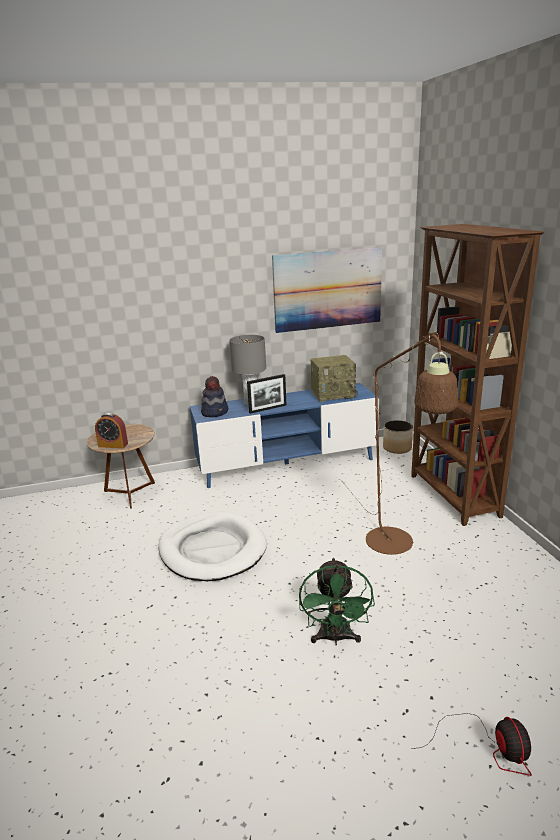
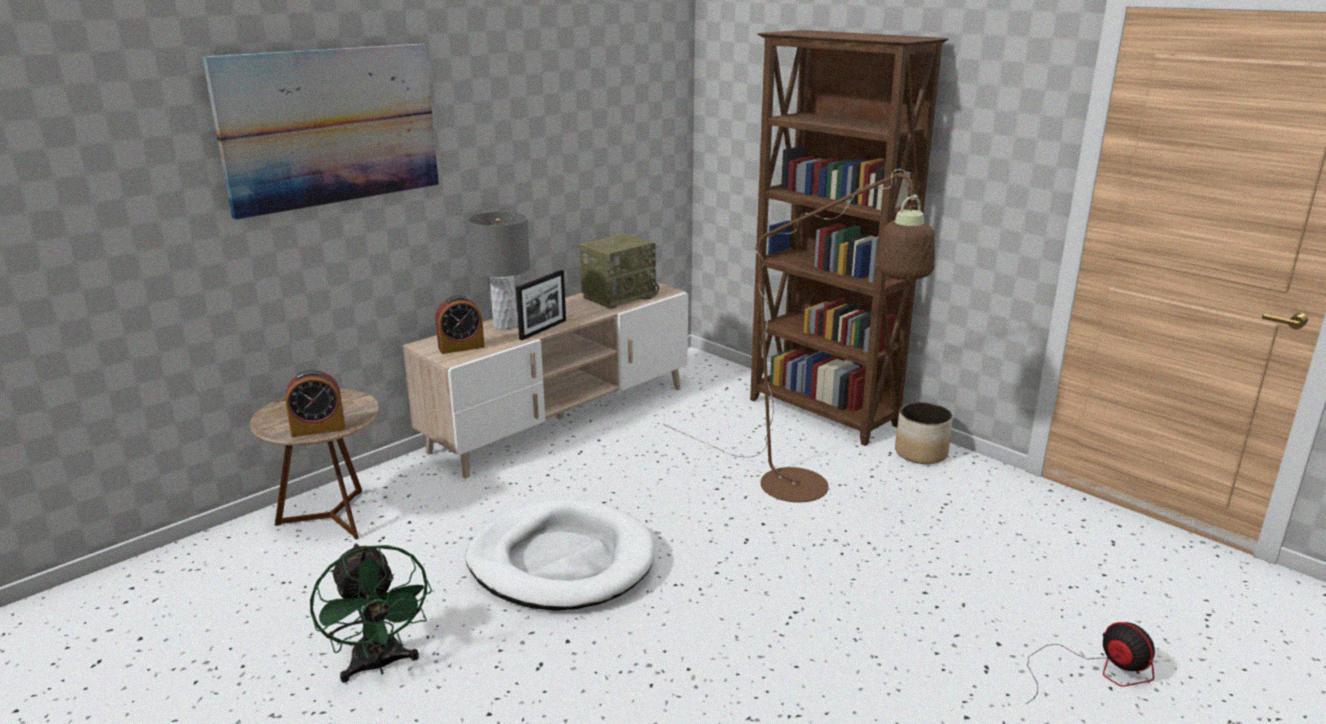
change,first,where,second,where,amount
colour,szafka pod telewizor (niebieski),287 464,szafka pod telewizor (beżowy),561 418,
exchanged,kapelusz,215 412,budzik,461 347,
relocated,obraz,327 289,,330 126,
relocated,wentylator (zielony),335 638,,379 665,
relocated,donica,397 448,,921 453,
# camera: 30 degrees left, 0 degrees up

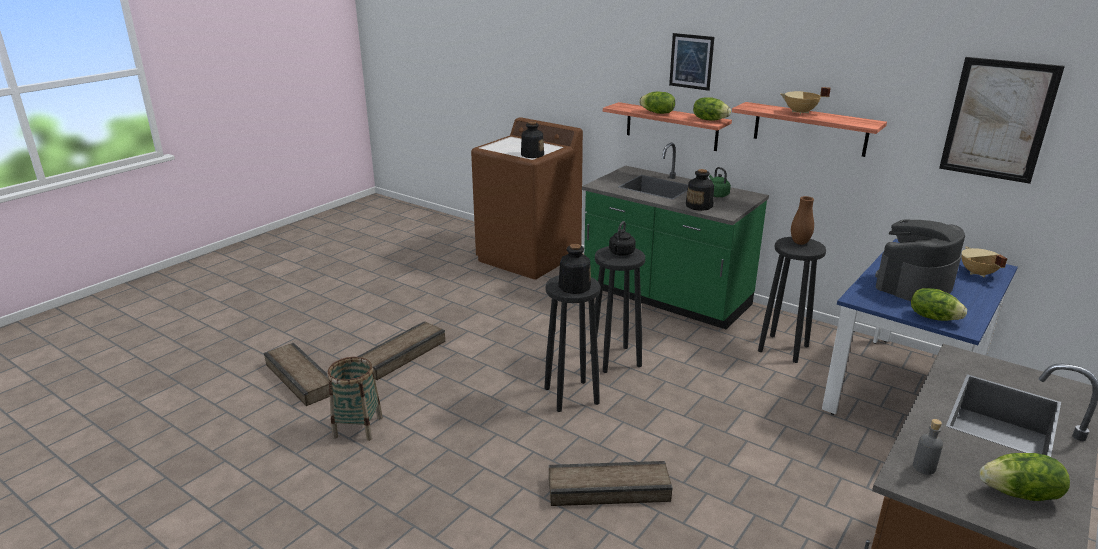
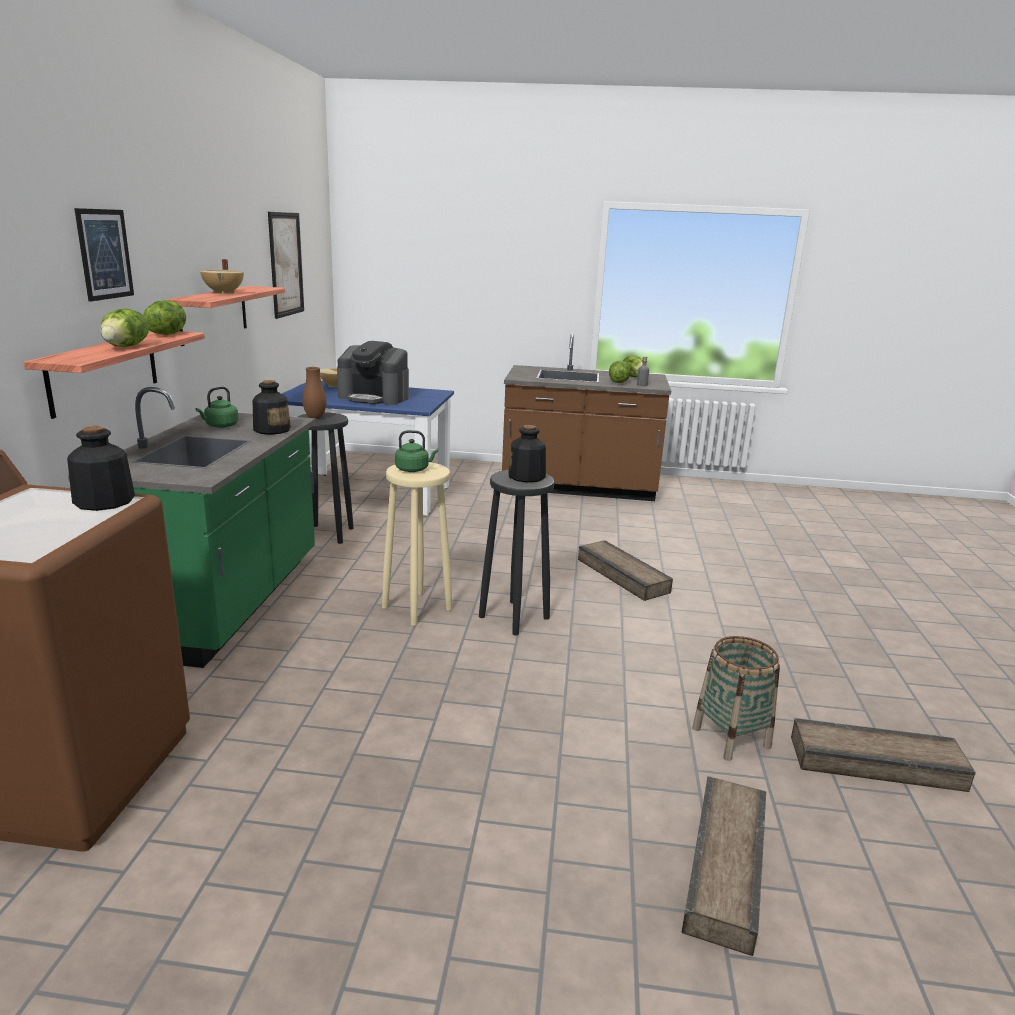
change,first,where,second,where,amount
relocated,skrzynka,401 354,,877 764,
colour,stołek (czarny),615 359,stołek (beżowy),418 607,
colour,czajnik (czarny),621 253,czajnik (zielony),414 469,
relocated,sałata,933 317,,618 382,
# camera: 120 degrees left, 5 degrees down

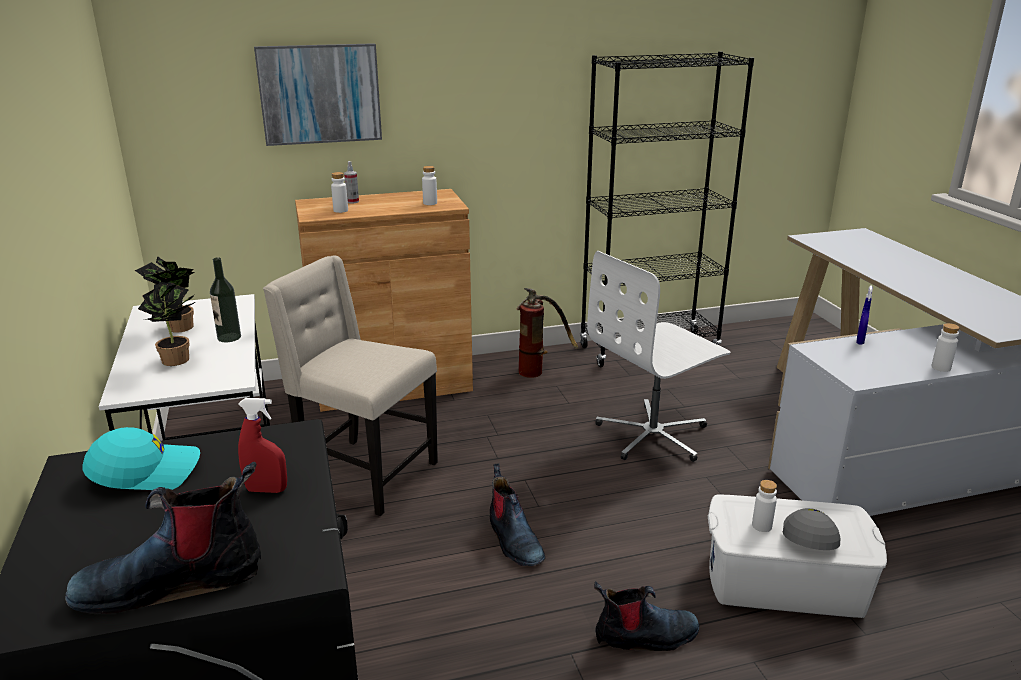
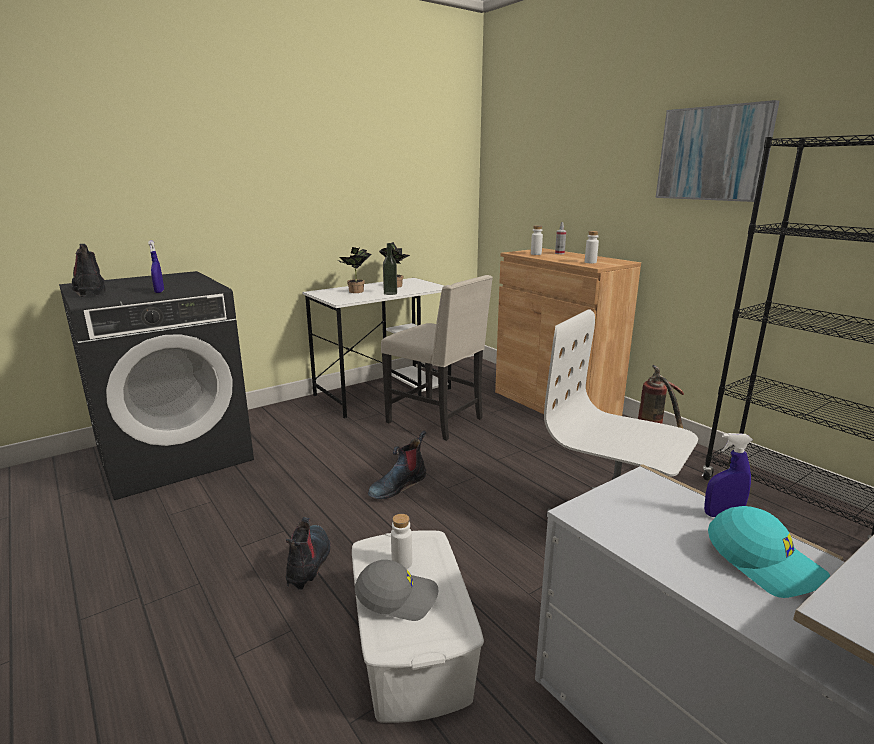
change,first,where,second,where,amount
relocated,czapka z daszkiem (turkusowy),146 472,,764 562,
colour,spryskiwacz (czerwony),266 490,spryskiwacz (niebieski),159 291,
relocated,obraz,320 94,,713 154,
spun,krzesło (beżowy),364 474,,437 420,120 degrees clockwise
spun,but z cholewką,645 637,,309 562,150 degrees counterclockwise
missing,butelka (biały),941 367,,,
# camera: 70 degrees right, 5 degrees down

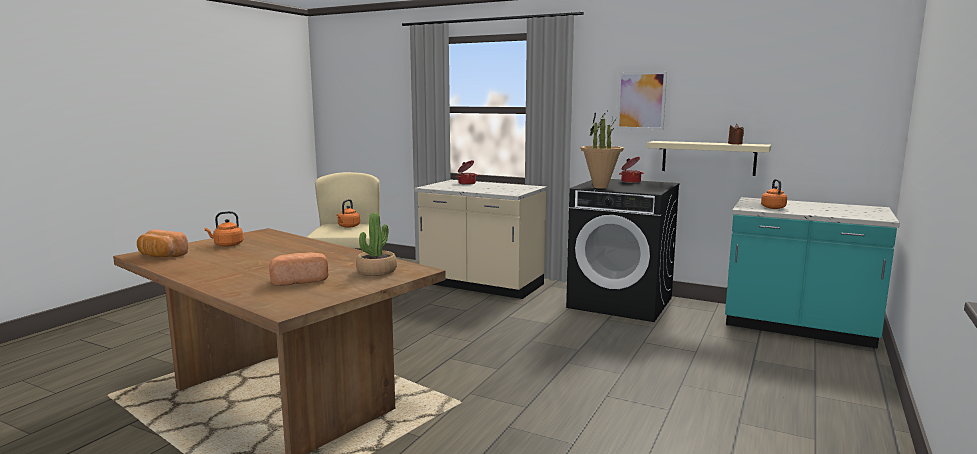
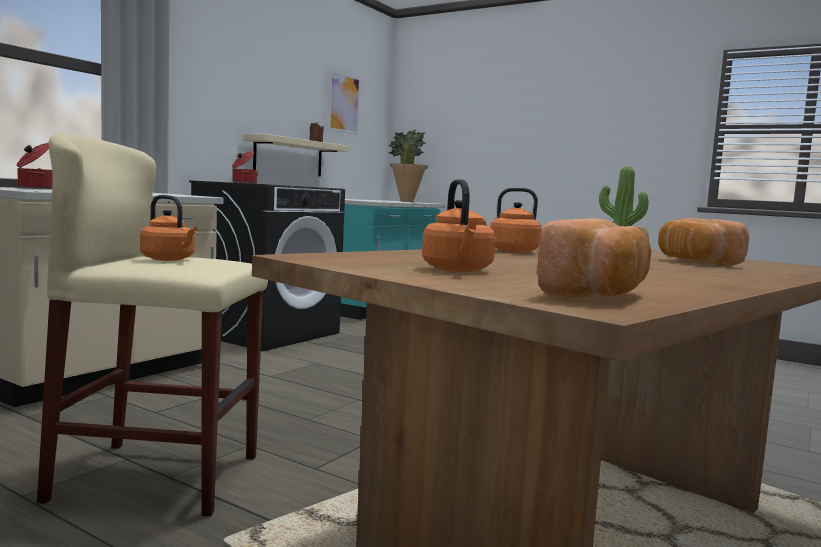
change,first,where,second,where,amount
relocated,roślina doniczkowa,600 187,,406 201,
relocated,obraz,641 100,,343 103,
relocated,czajnik (pomarańczowy),772 207,,510 251,
# camera: 85 degrees left, 5 degrees down

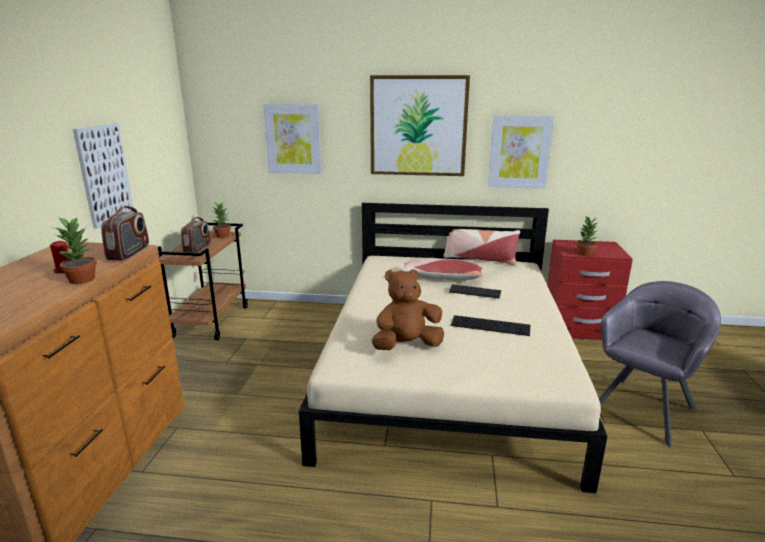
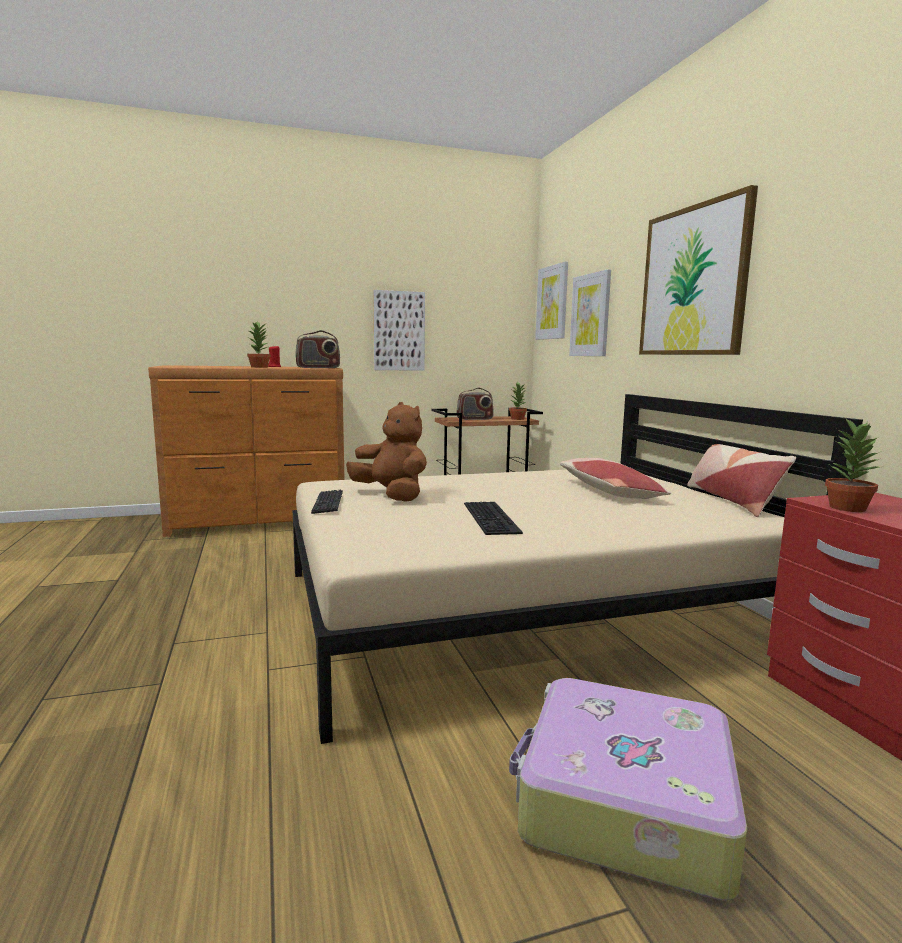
change,first,where,second,where,amount
relocated,klawiatura,474 292,,328 503,
relocated,obraz,519 152,,552 302,
exchanged,fotel (szary),643 409,walizka,623 802,
# camera: 65 degrees right, 10 degrees down

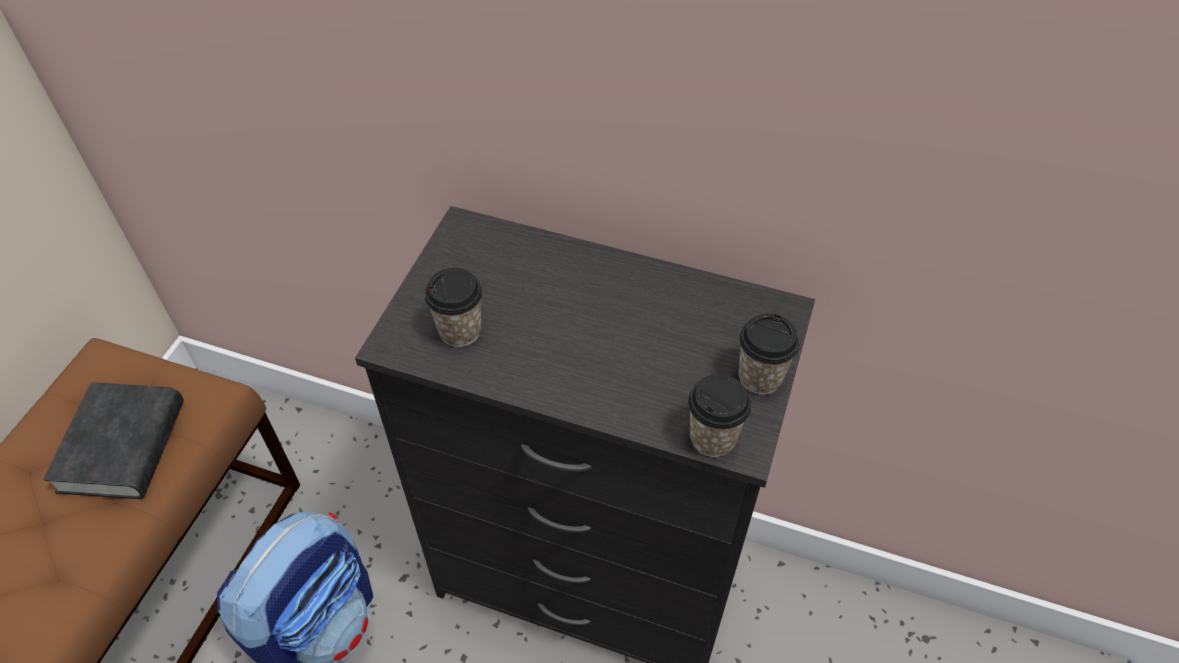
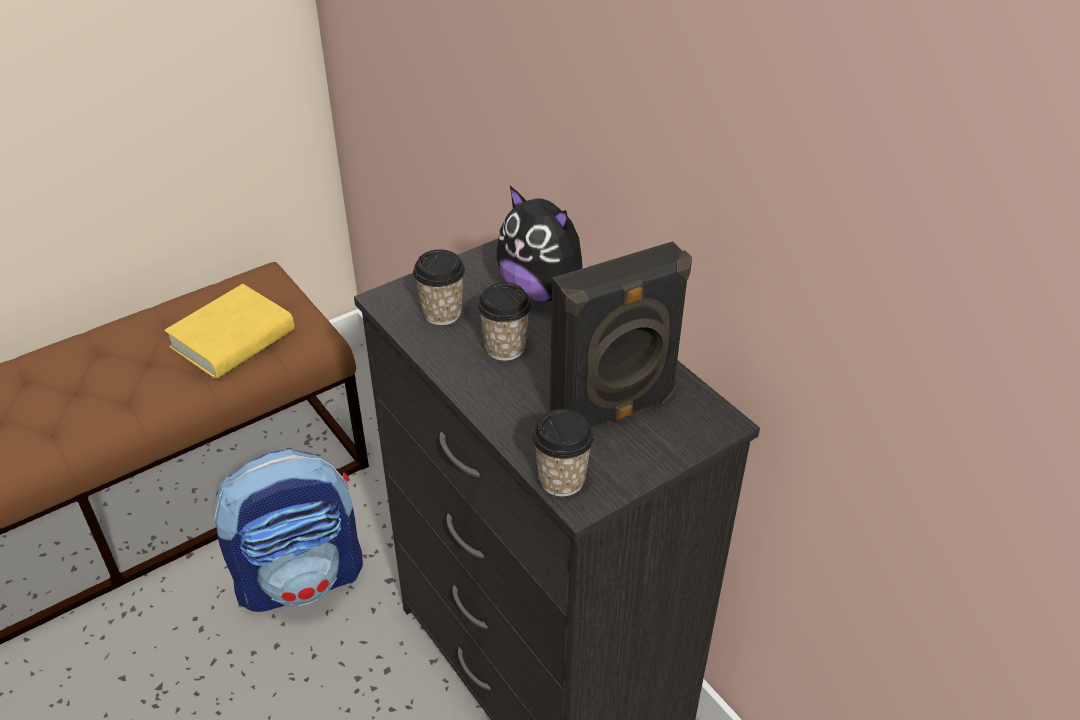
change,first,where,second,where,amount
colour,książka (czarny),123 446,książka (żółty),233 339,
relocated,filiżanka,760 377,,505 347,
appeared,,,pluszak,543 290,
appeared,,,głośnik (czarny),615 412,
# camera: 35 degrees right, 10 degrees down

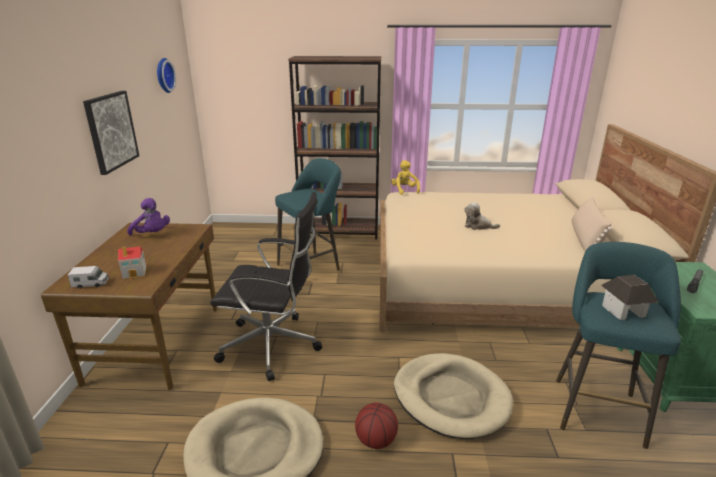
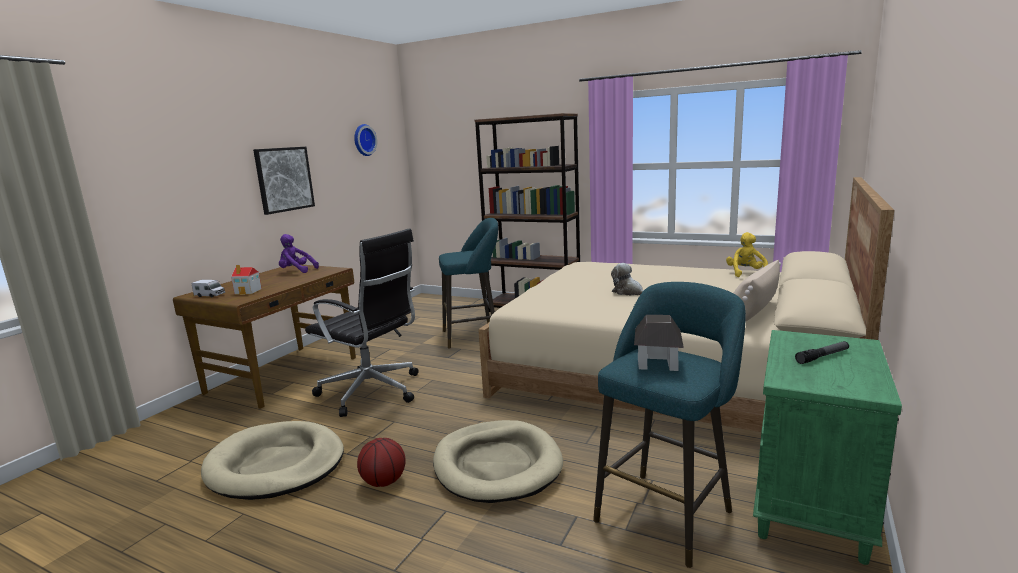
change,first,where,second,where,amount
spun,pluszak (fioletowy),152 234,,296 271,135 degrees clockwise
relocated,pluszak (żółty),404 190,,745 273,
# camera: 25 degrees right, 10 degrees down

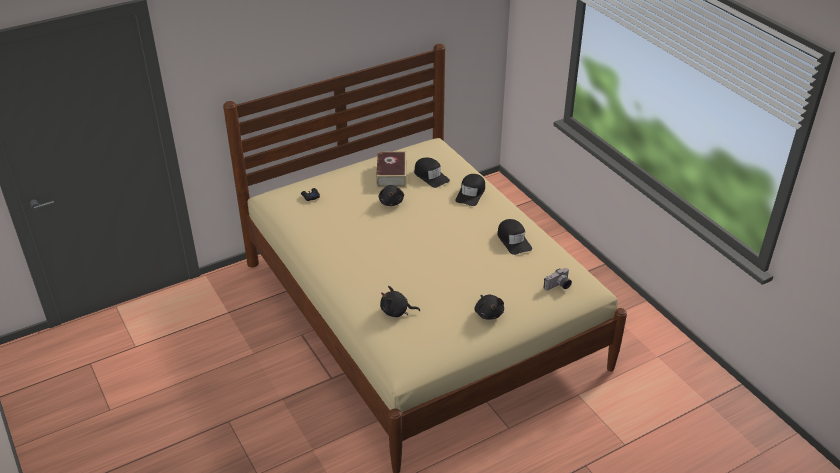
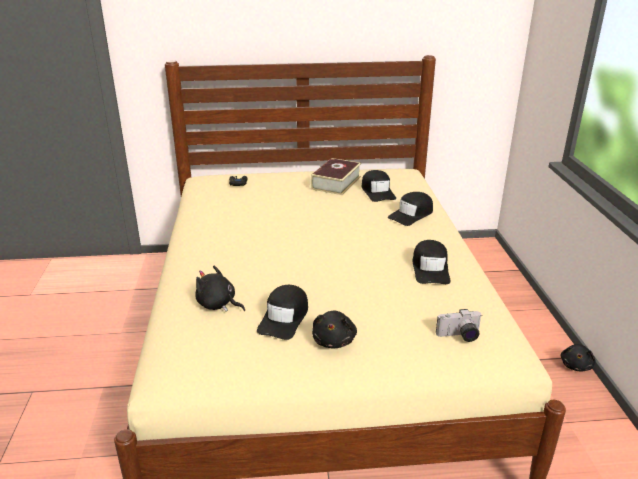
change,first,where,second,where,amount
relocated,pluszak (czarny),391 202,,576 365,
appeared,,,czapka z daszkiem (czarny),284 318,
# camera: 25 degrees right, 10 degrees down

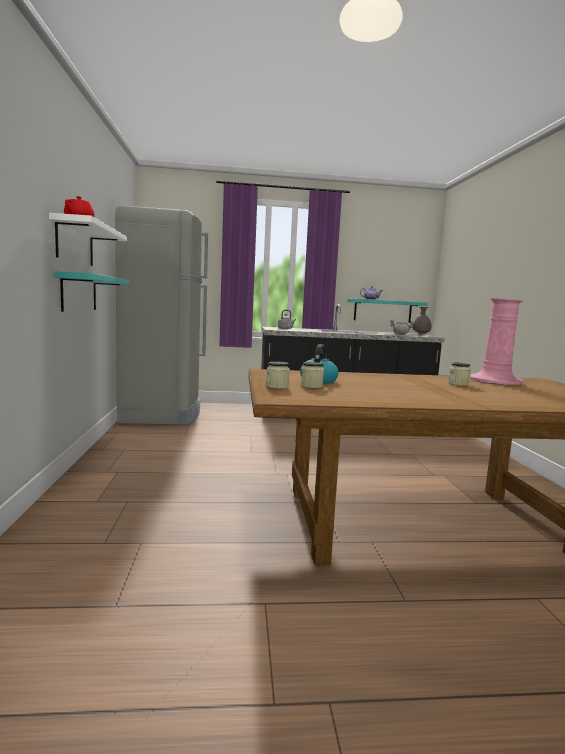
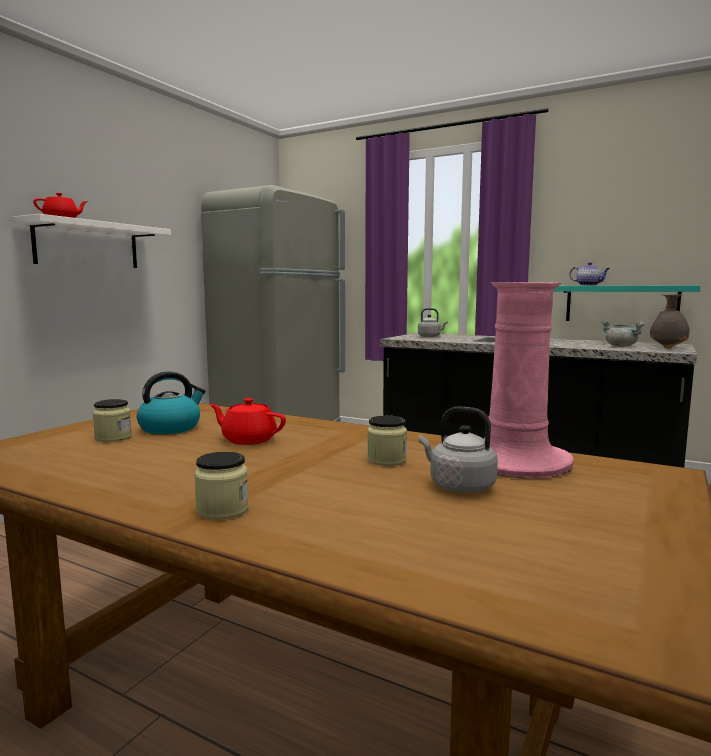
change,first,where,second,where,amount
missing,półka (turkusowy),79 293,,,
relocated,słoik,277 386,,222 510,
appeared,,,imbryk (czerwony),248 440,
appeared,,,czajnik (szary),458 486,
# camera: 35 degrees right, 0 degrees up

